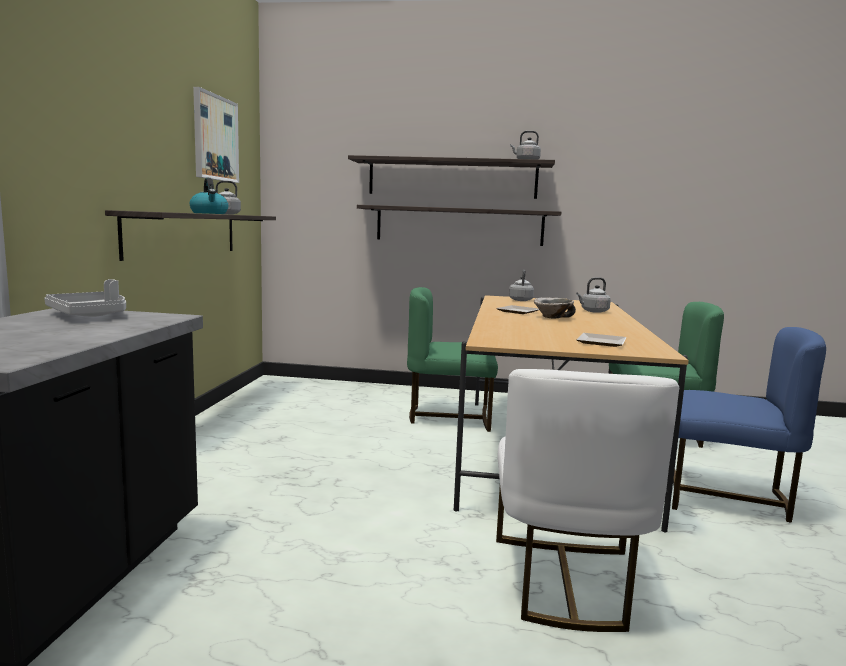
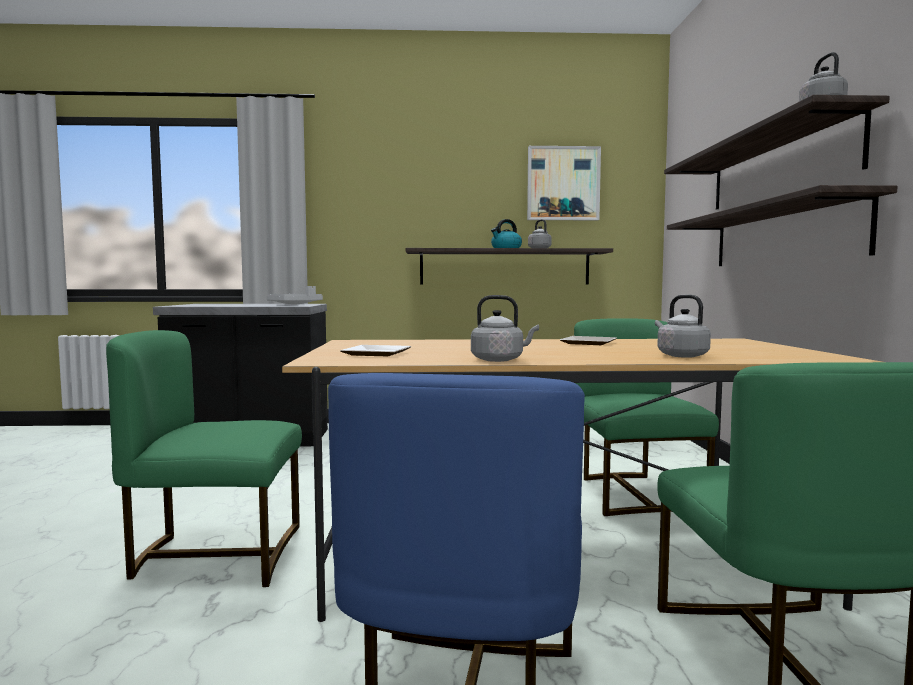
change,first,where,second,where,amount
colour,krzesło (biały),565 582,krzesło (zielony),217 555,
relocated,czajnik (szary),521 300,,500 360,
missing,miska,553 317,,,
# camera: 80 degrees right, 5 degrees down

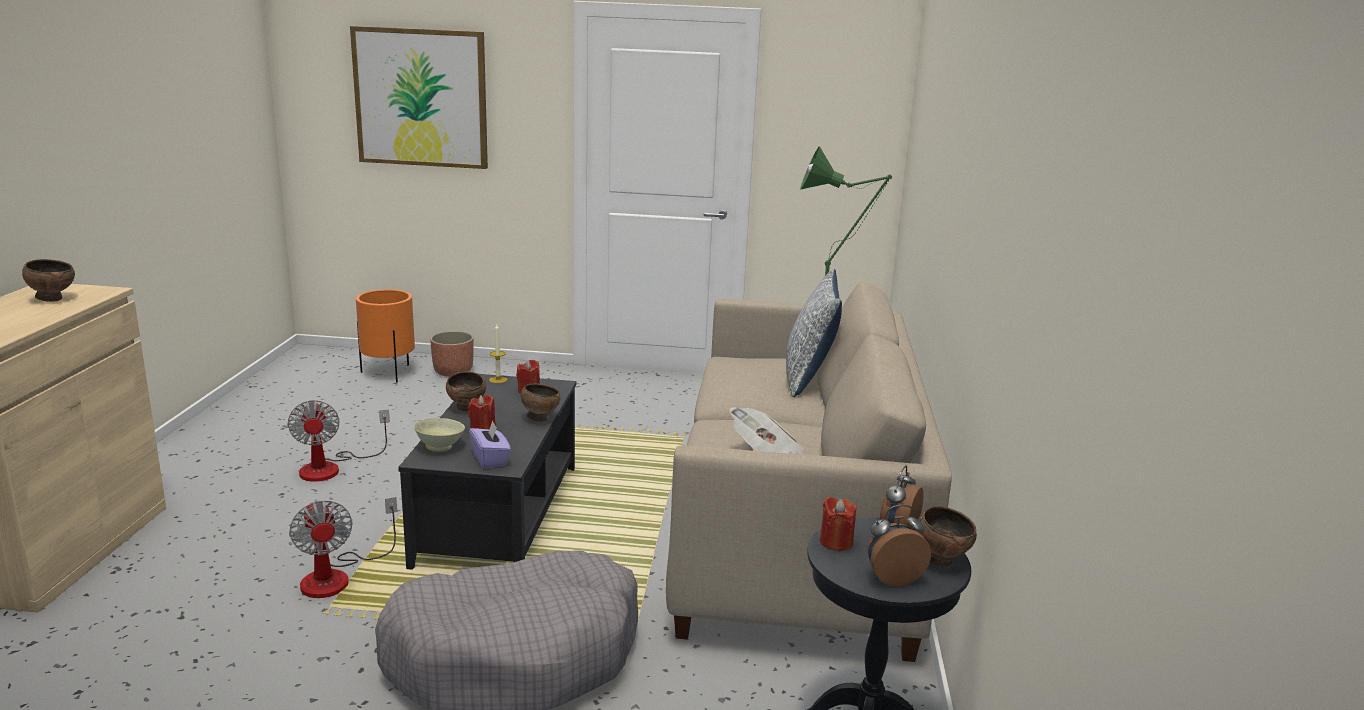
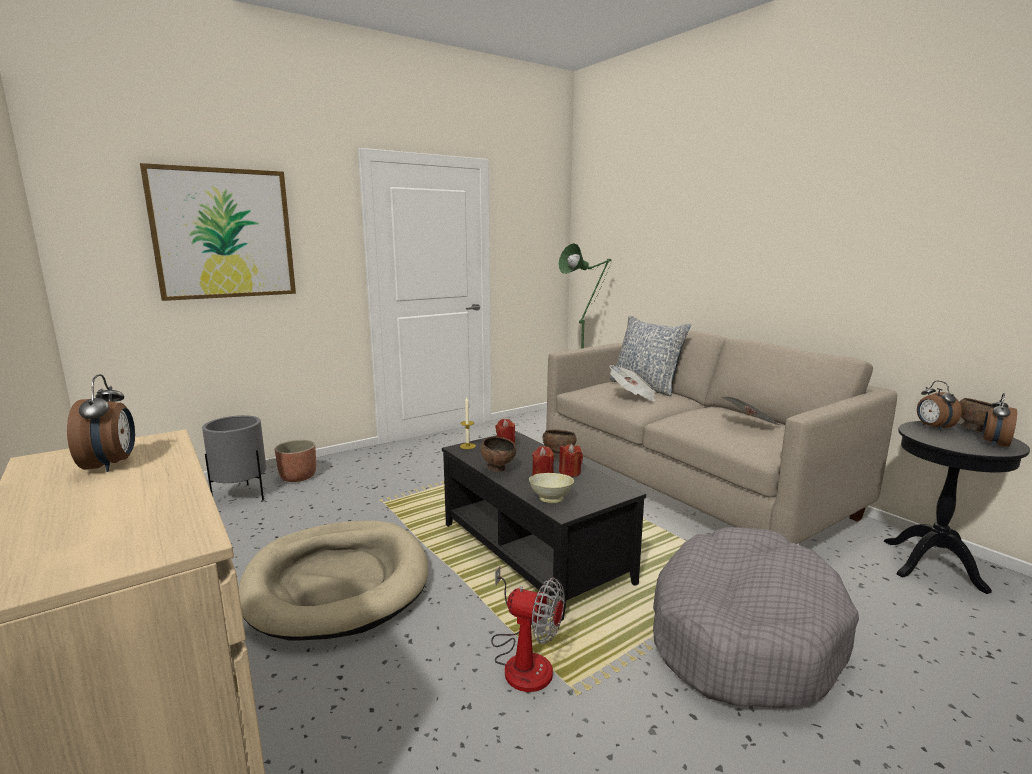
change,first,where,second,where,amount
exchanged,miska (brązowy),53 299,budzik,111 465,
exchanged,wentylator,331 467,legowisko (beżowy),337 582,
colour,donica (pomarańczowy),389 373,donica (szary),241 495,
missing,pudełko chusteczek (fioletowy),490 459,,,
relocated,świeca (czerwony),836 542,,570 472,
appeared,,,gazeta,633 396,
# camera: 40 degrees left, 5 degrees down

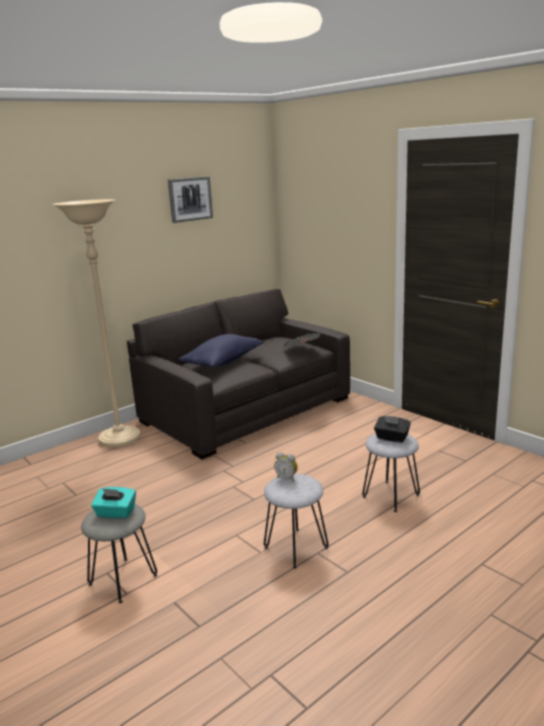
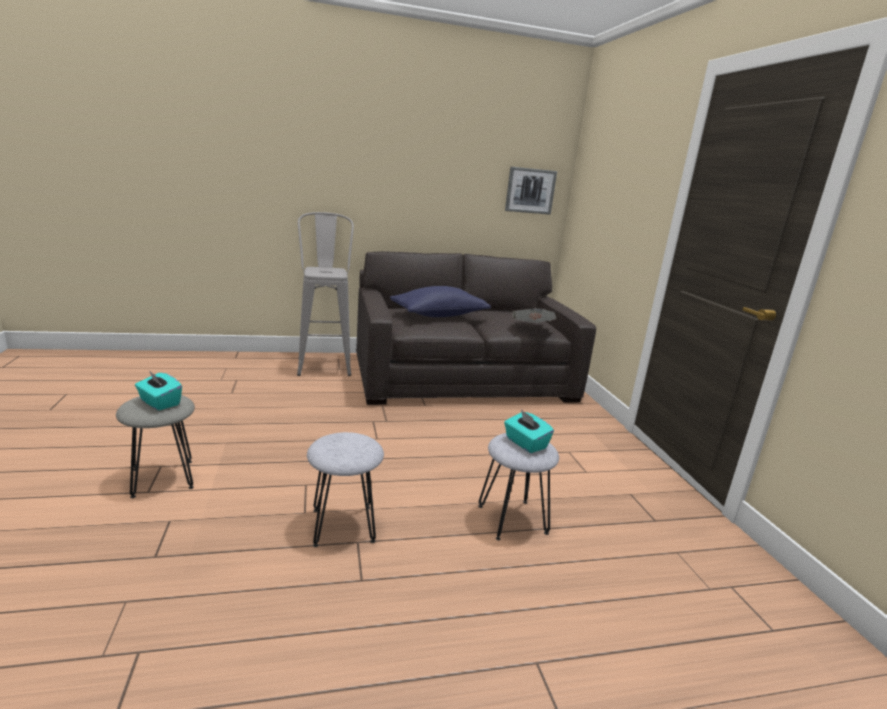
change,first,where,second,where,amount
exchanged,lampa stojąca (beżowy),120 439,stołek (szary),324 363,
relocated,obraz,190 199,,530 190,
missing,budzik,287 478,,,
colour,pudełko chusteczek (czarny),391 438,pudełko chusteczek (turkusowy),525 443,
# camera: 25 degrees right, 0 degrees up

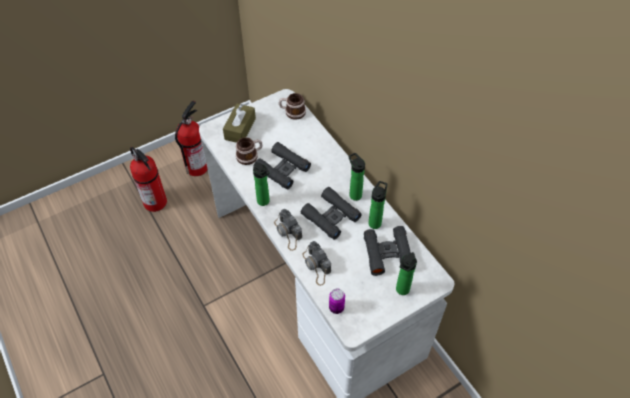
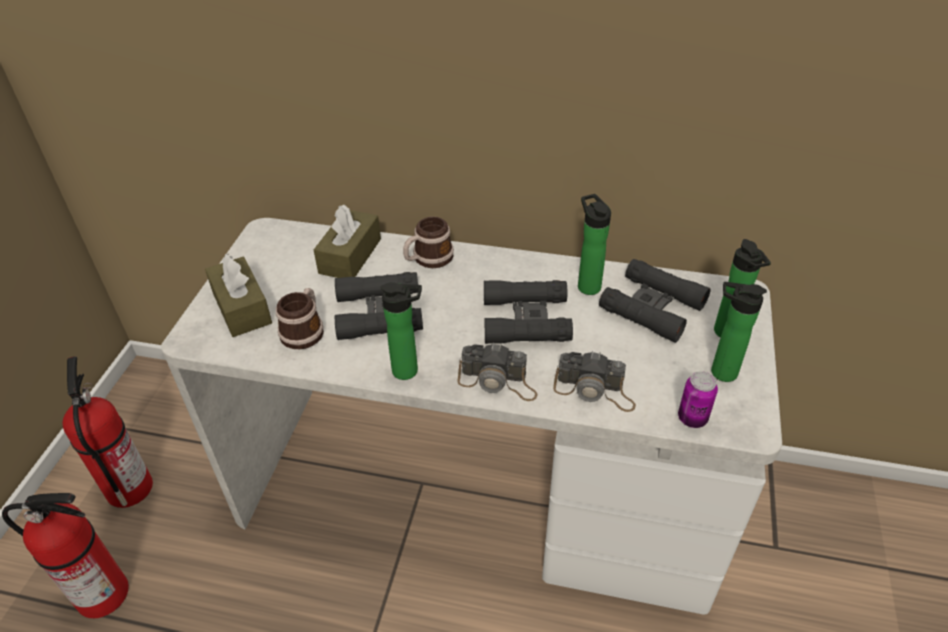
change,first,where,second,where,amount
relocated,kubek,292 112,,428 259,
relocated,butelka,354 194,,719 372,
appeared,,,pudełko chusteczek (brązowy),350 256,
# camera: 45 degrees left, 10 degrees down

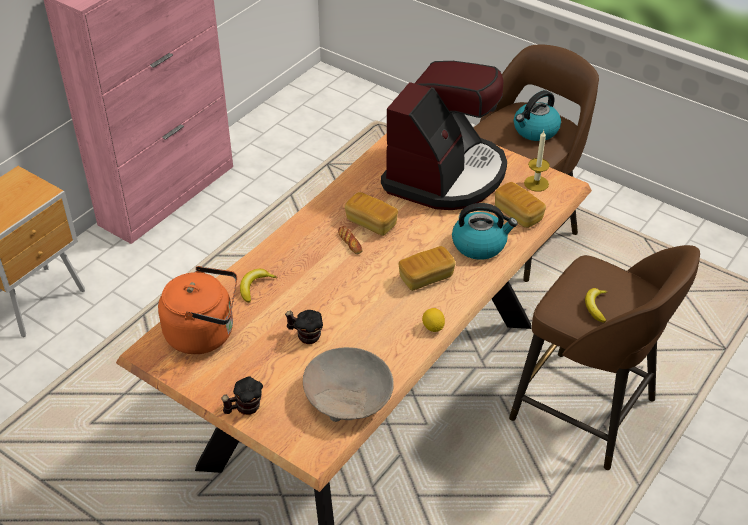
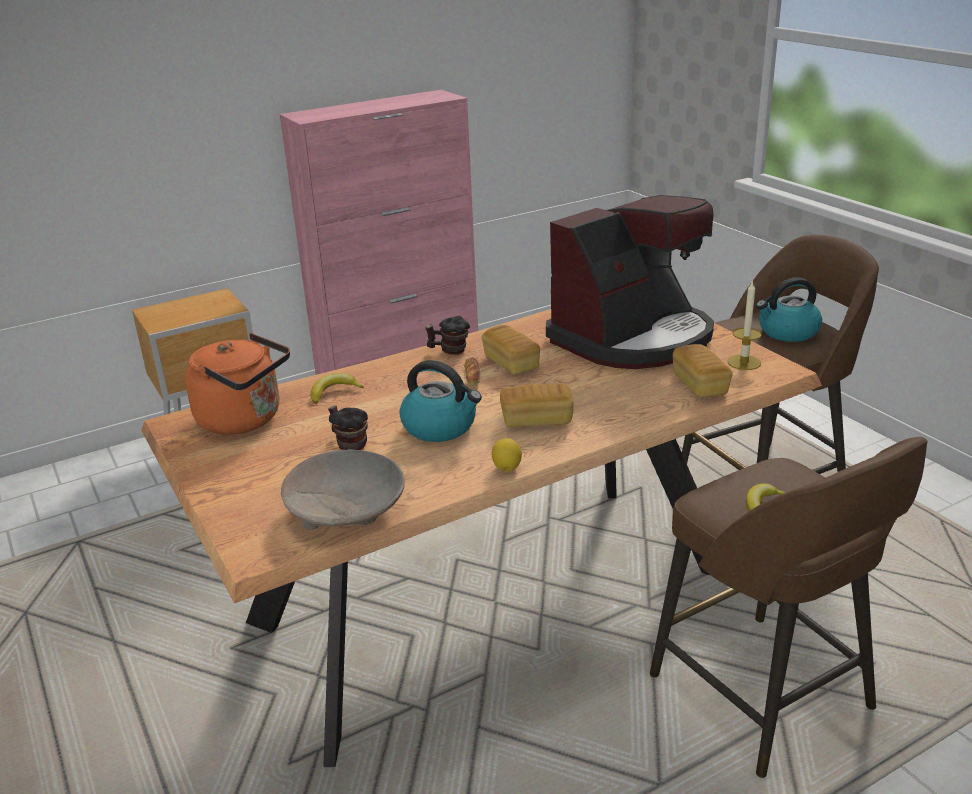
change,first,where,second,where,amount
relocated,kubek,244 408,,449 351,
relocated,czajnik,480 244,,440 427,
# camera: 25 degrees right, 15 degrees down

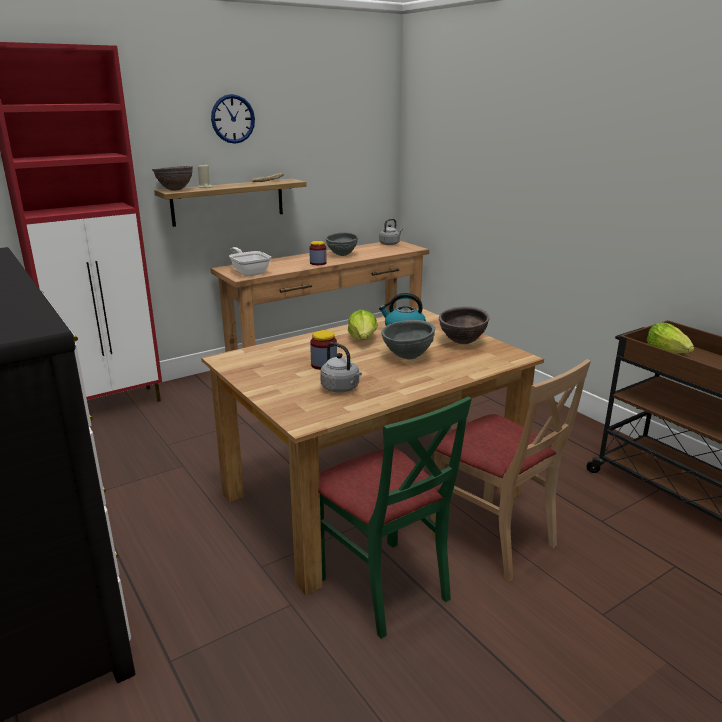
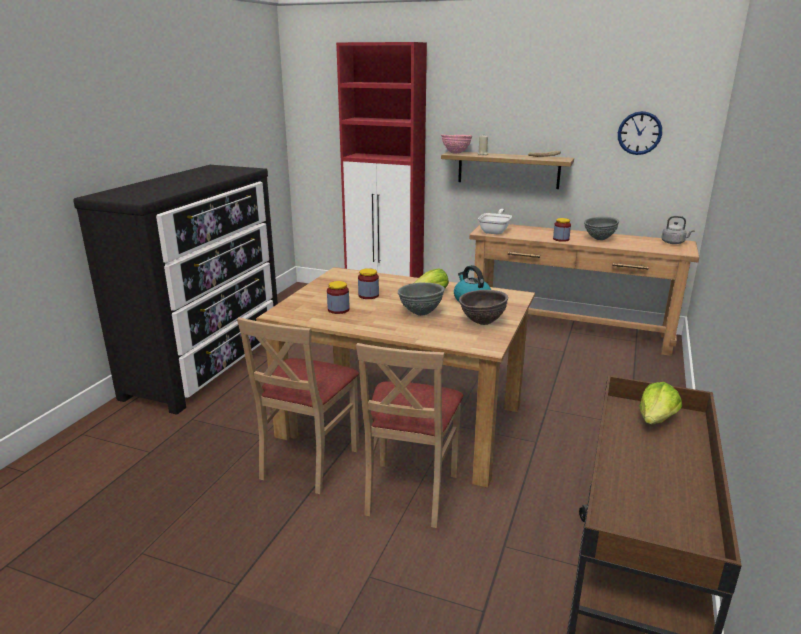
change,first,where,second,where,amount
colour,miska (brązowy),175 190,miska (różowy),456 153,
relocated,zegar ścienny,233 119,,639 133,
colour,krzesło (zielony),383 586,krzesło (beżowy),308 462,
exchanged,czajnik (szary),341 388,słoik,338 310,
# camera: 55 degrees right, 0 degrees up

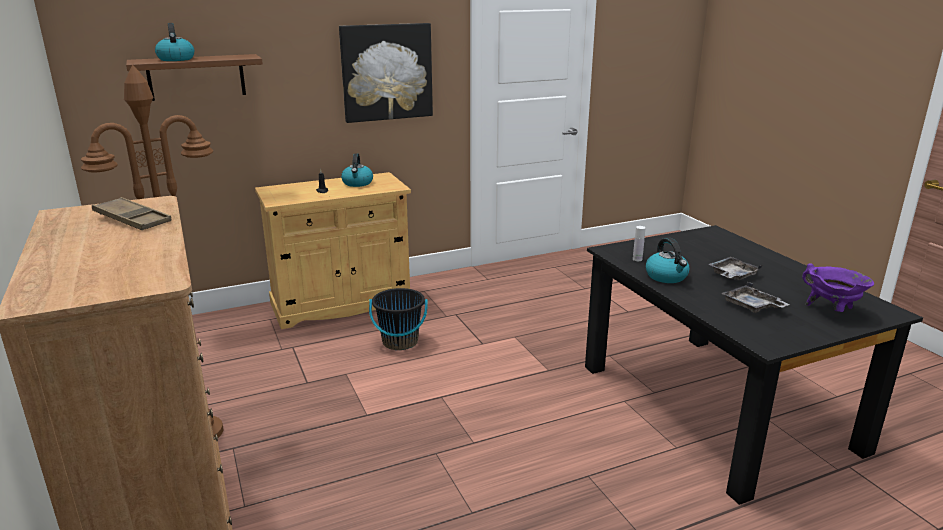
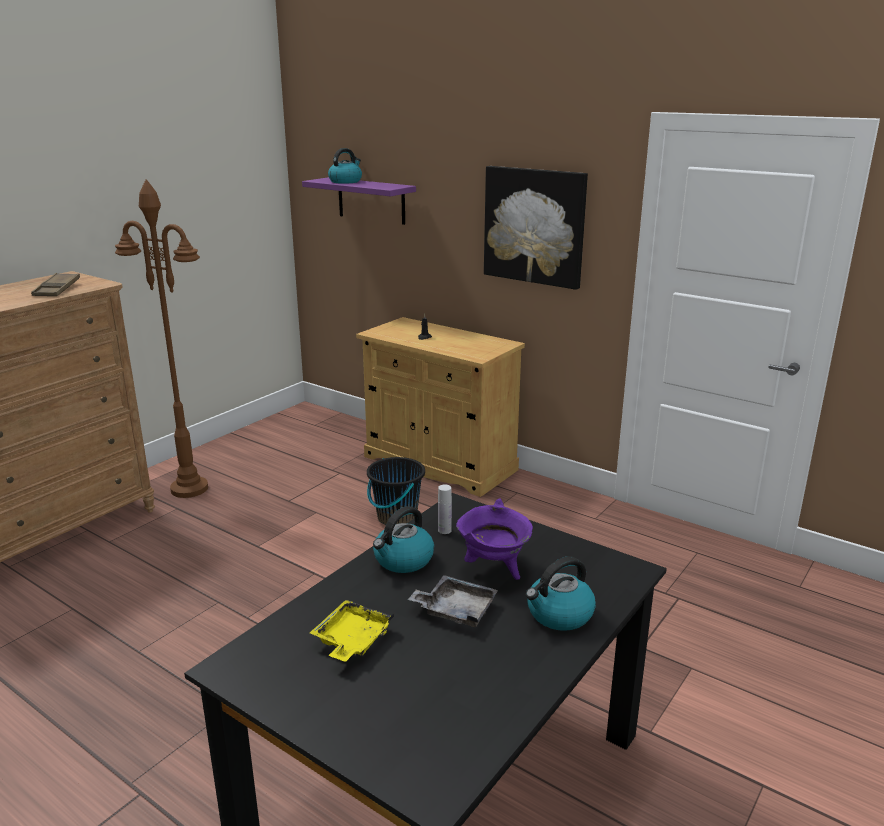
change,first,where,second,where,amount
colour,półka (brązowy),196 77,półka (fioletowy),371 200,
relocated,czajnik,357 183,,559 614,
colour,taca (szary),752 306,taca (żółty),351 640,
relocated,garnek (fioletowy),832 311,,494 568,
# camera: 60 degrees right, 0 degrees up

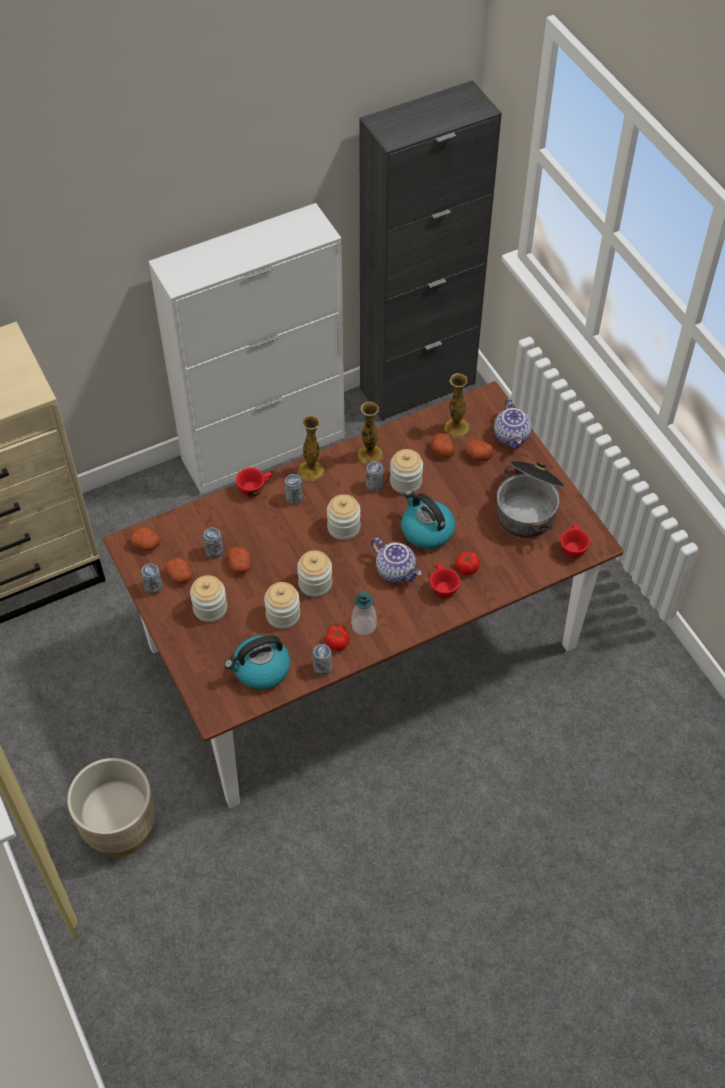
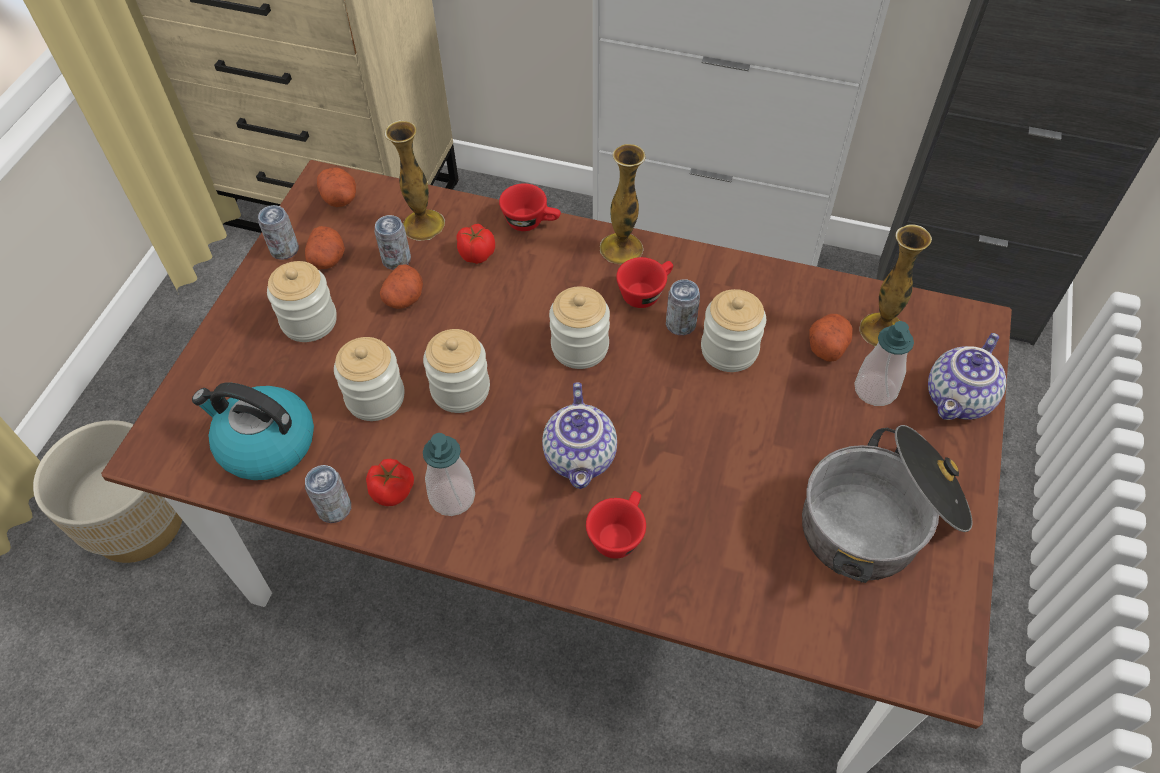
change,first,where,second,where,amount
missing,puszka,294 498,,,
relocated,wazon,370 454,,423 225,
missing,czajnik,426 531,,,
relocated,pomidor,466 568,,476 254,
exchanged,ziemniak,478 456,dozownik mydła,875 390,
relocated,filiżanka (czerwony),572 547,,645 292,
# camera: 45 degrees right, 0 degrees up

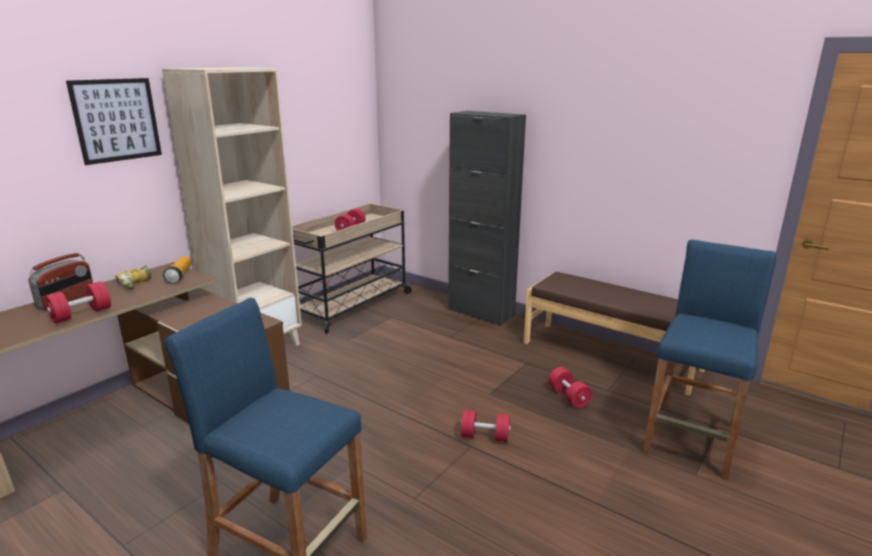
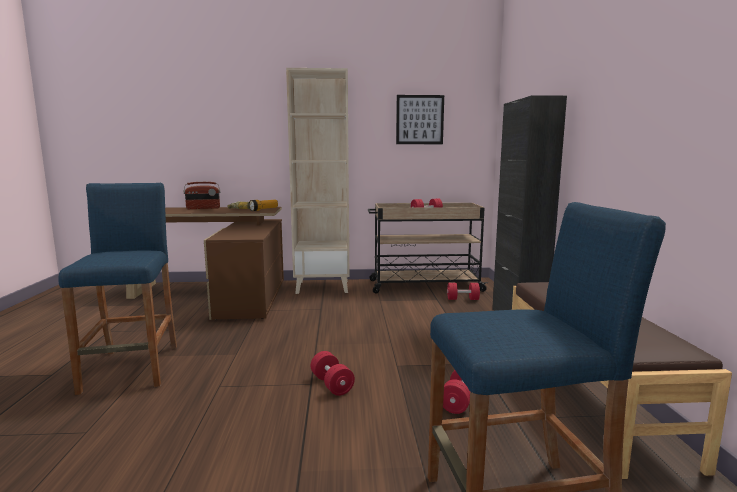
change,first,where,second,where,amount
relocated,hantel (czerwony),81 314,,462 299,
relocated,obraz,116 120,,419 120,
# camera: 50 degrees right, 10 degrees down

